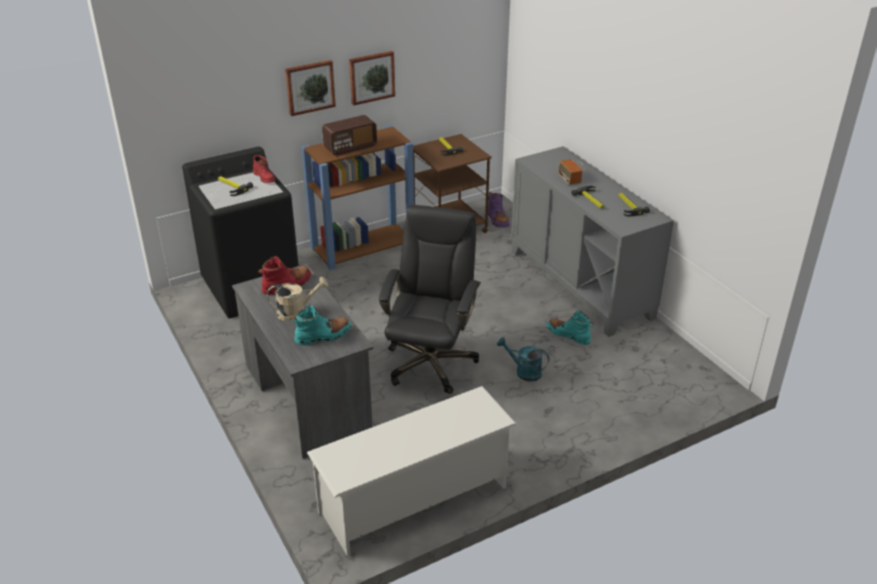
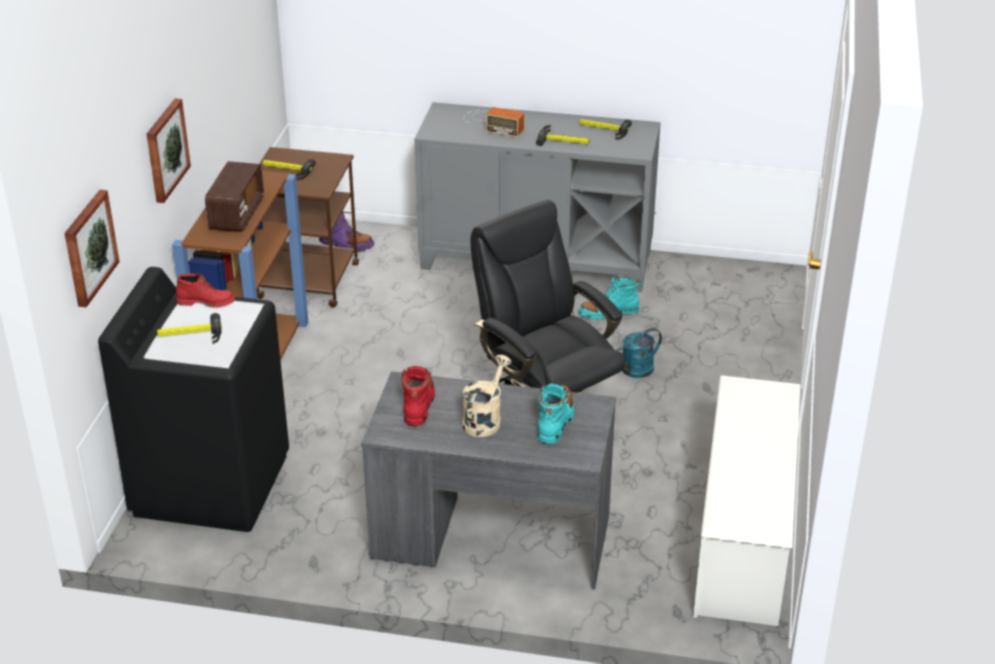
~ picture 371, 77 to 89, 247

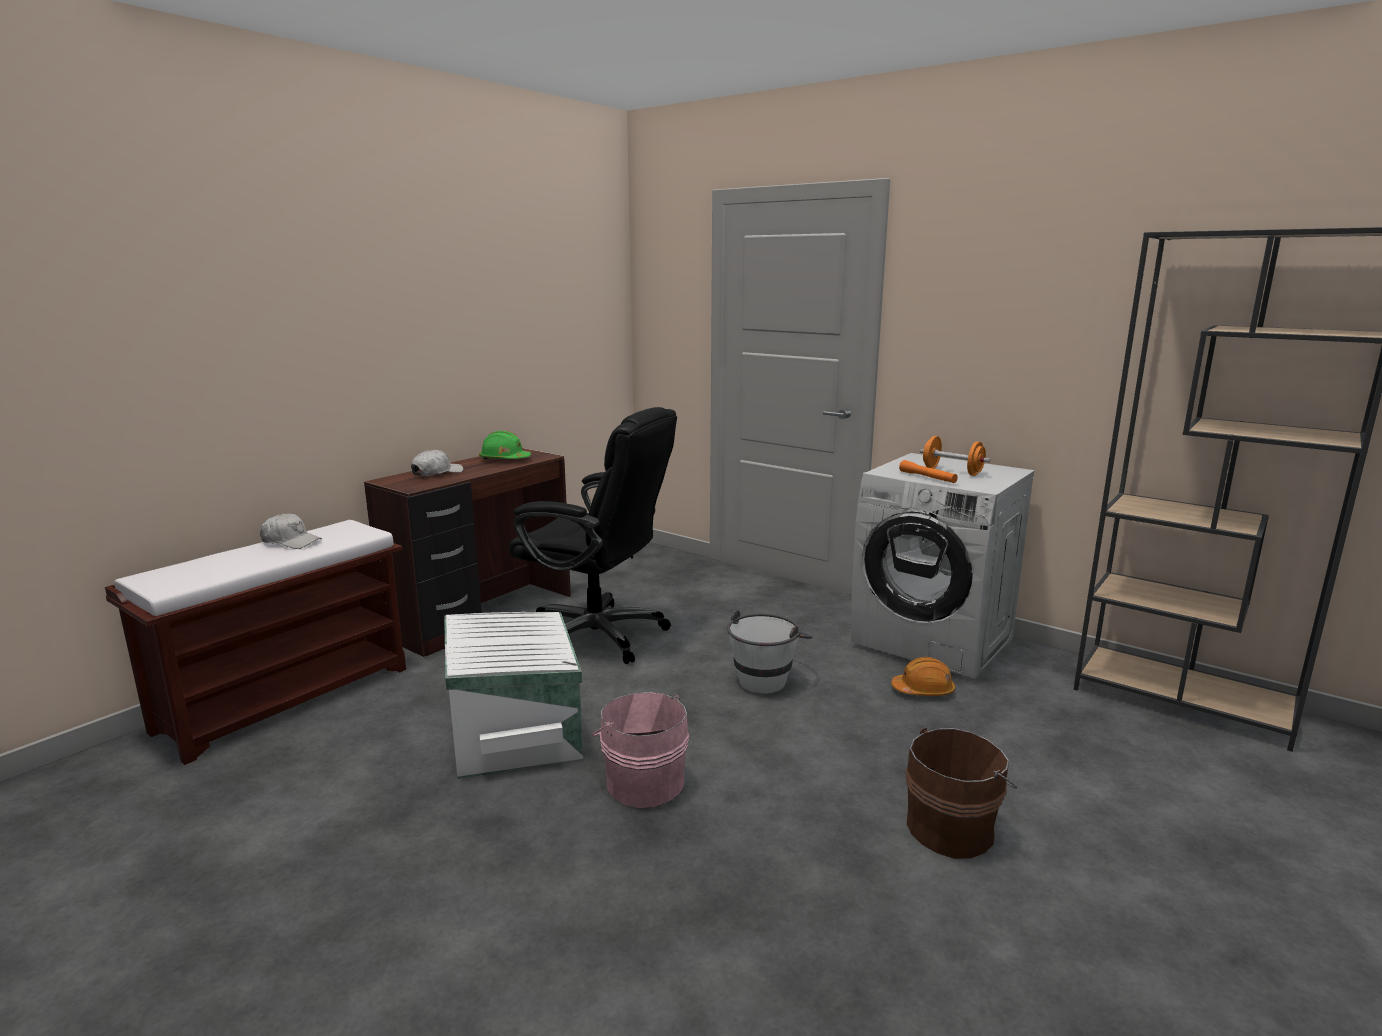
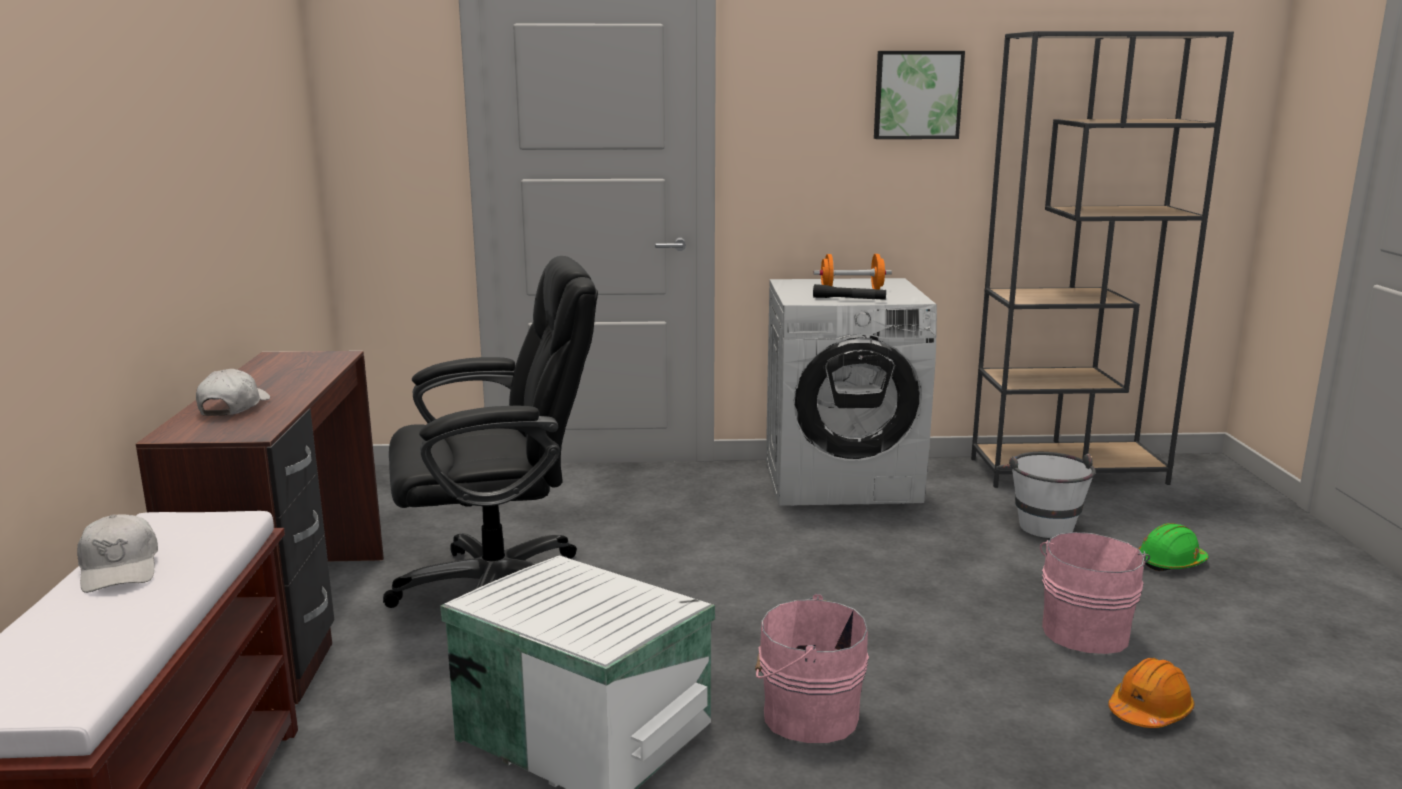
~ cap (white) 291, 541 = 120, 568 90 degrees clockwise
~ hard hat (green) 504, 460 to 1170, 563
~ bucket (white) 766, 677 to 1040, 522
~ hard hat (orange) 923, 690 to 1149, 711
~ flashlight (orange) 927, 477 to flashlight (black) 849, 299
~ bucket (brown) 953, 828 to bucket (pink) 1085, 630
+ picture 917, 95

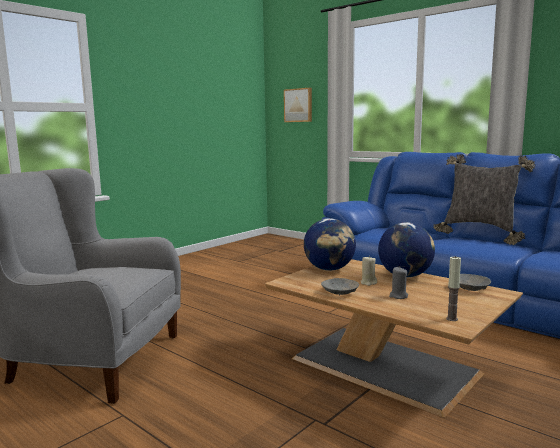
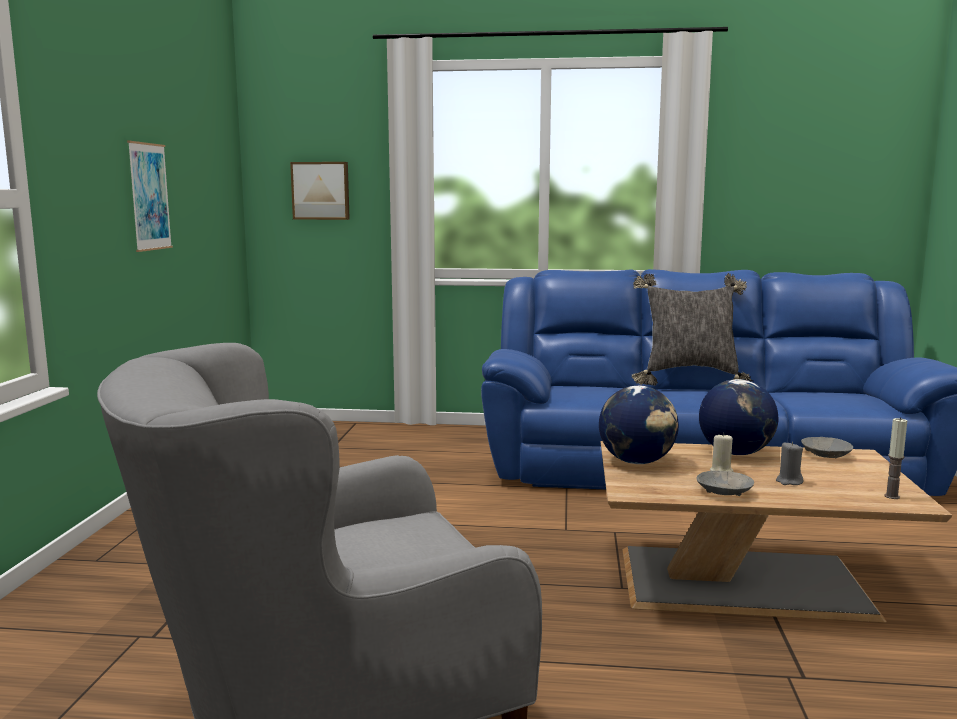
+ picture 149, 196

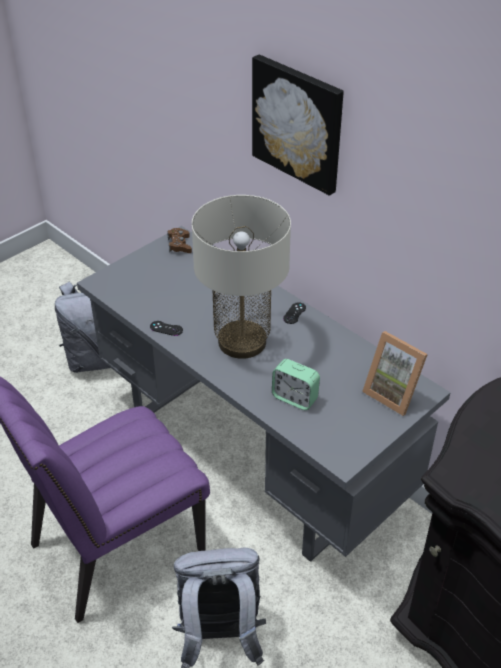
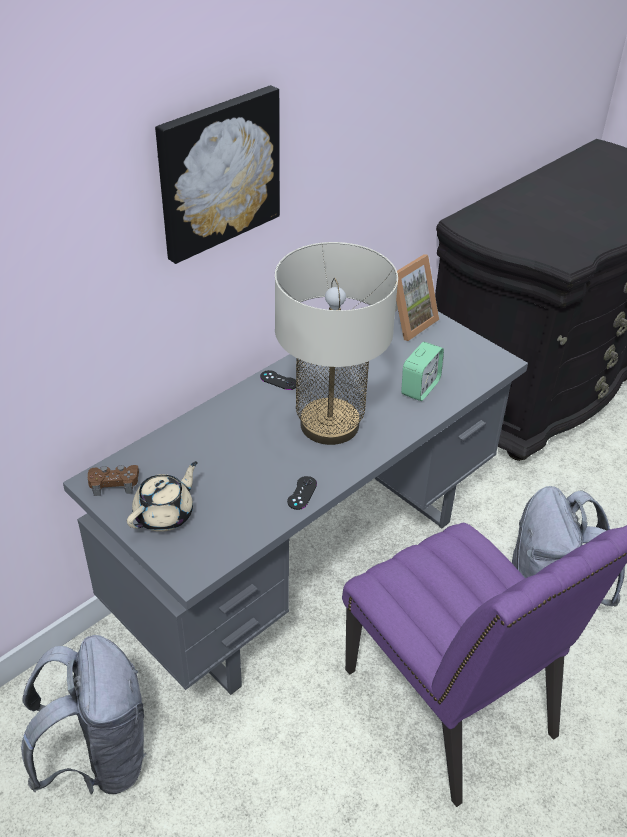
+ teapot (beige) 165, 514

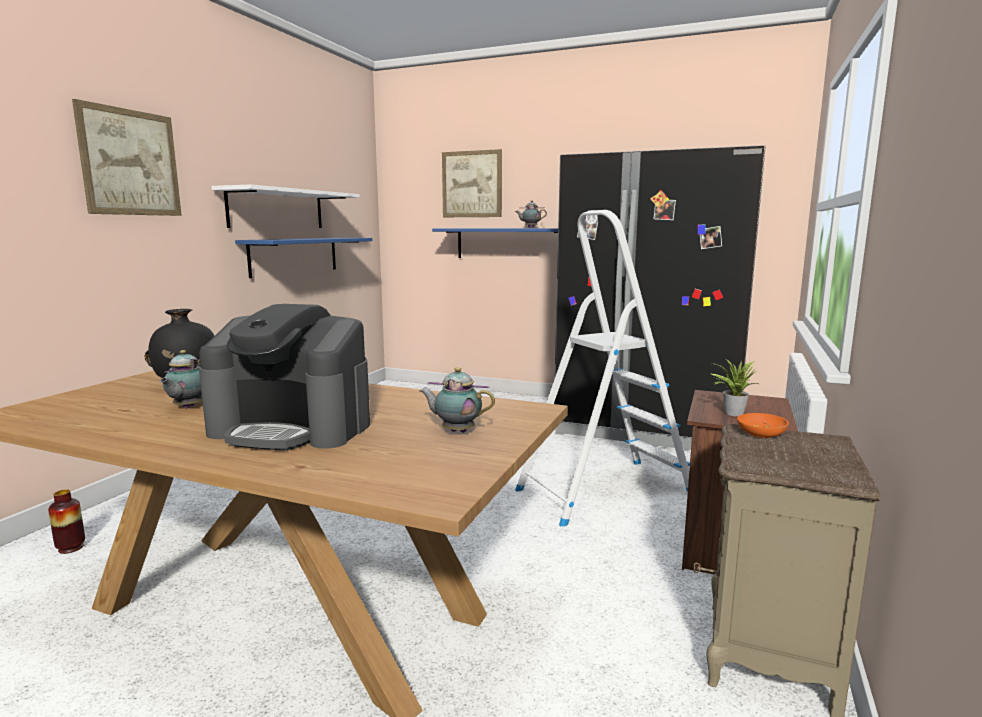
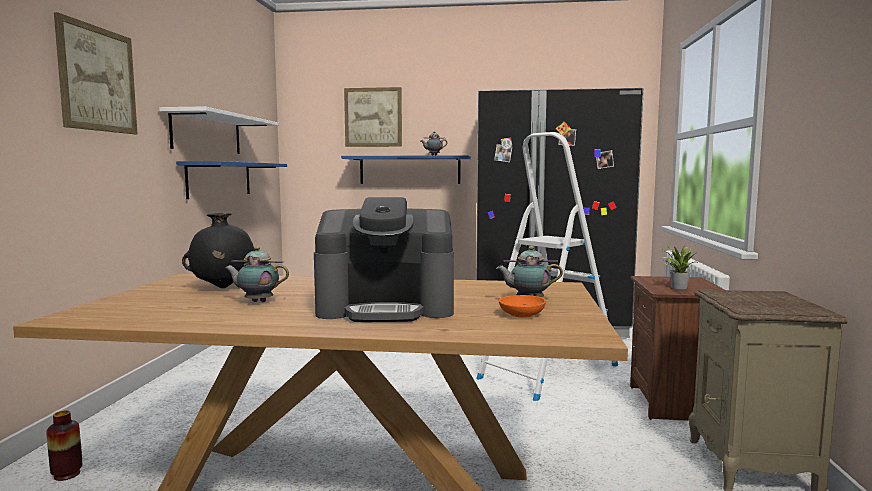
~ teapot 187, 407 = 257, 302 105 degrees clockwise
~ bowl (orange) 761, 434 to 522, 314

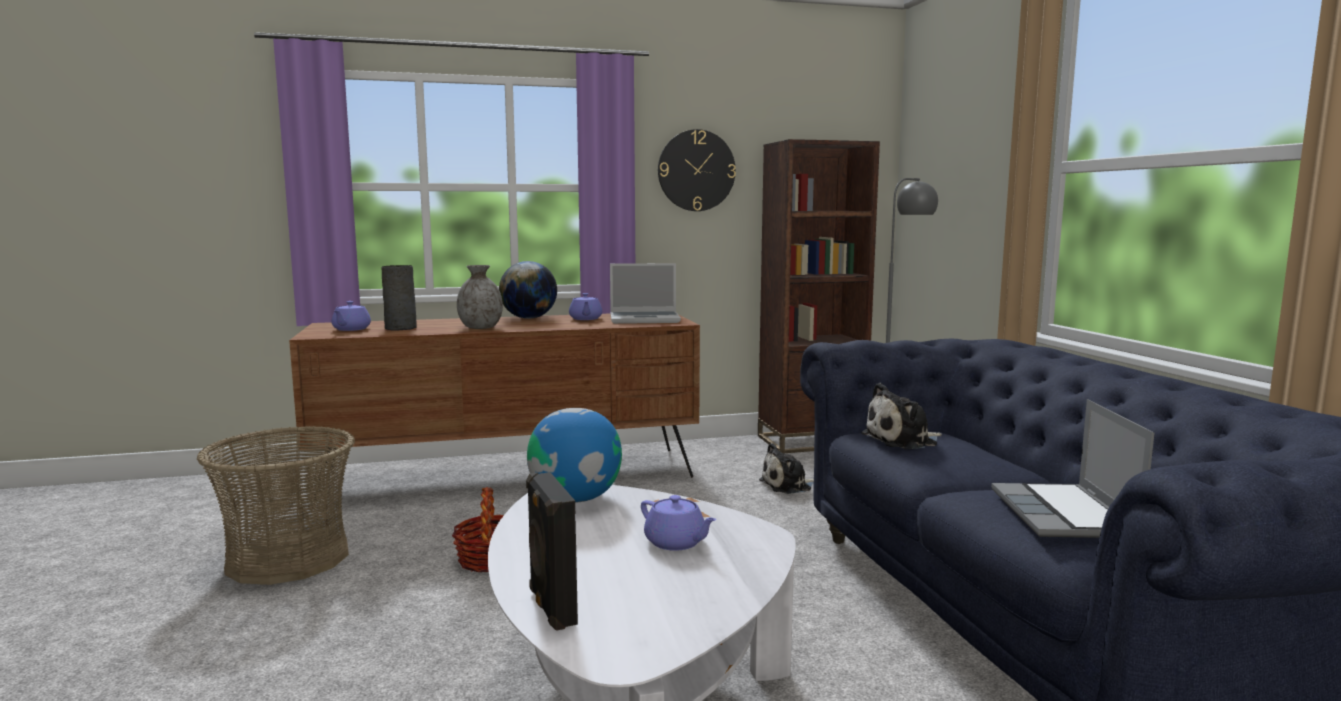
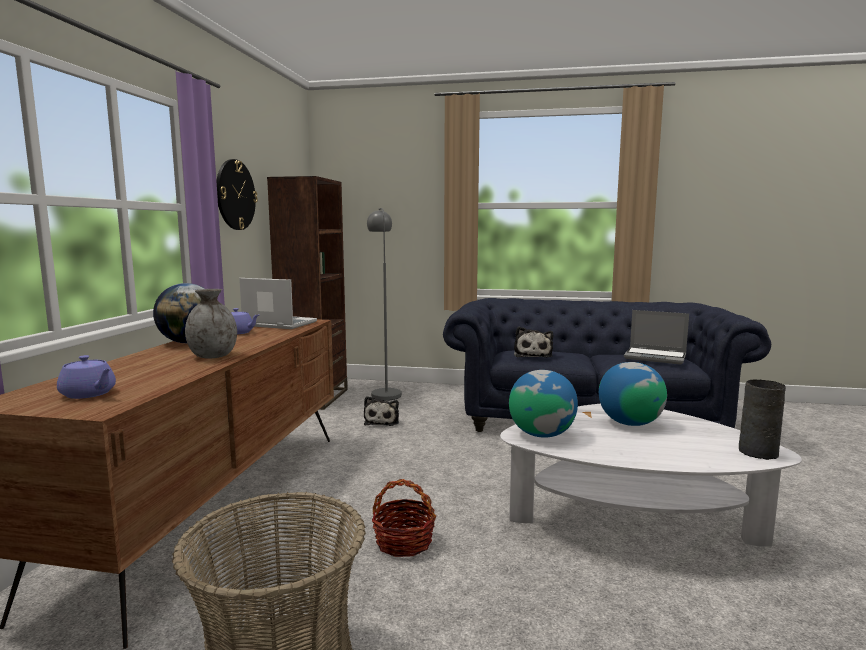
~ vase (grey) 402, 328 to 757, 452
- speaker (black) 550, 607
~ laptop 645, 319 = 278, 324 90 degrees counterclockwise
~ teapot (purple) 676, 543 to globe 630, 423

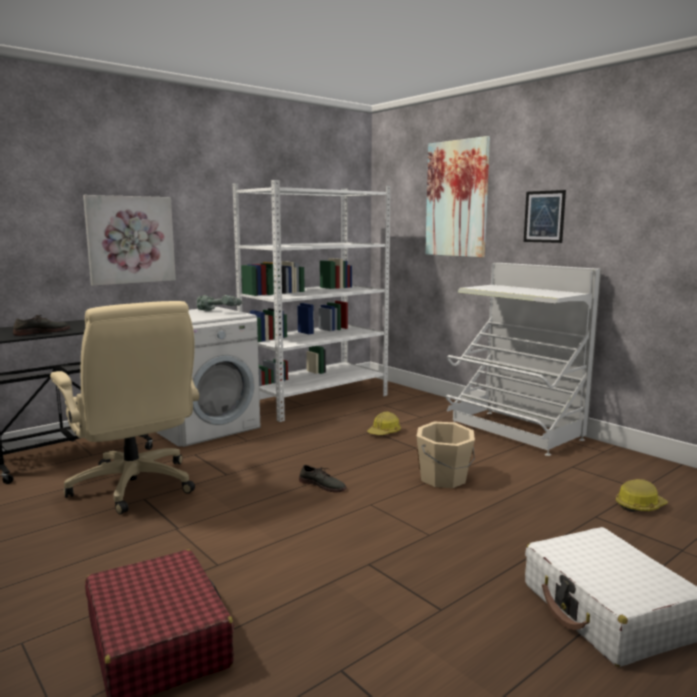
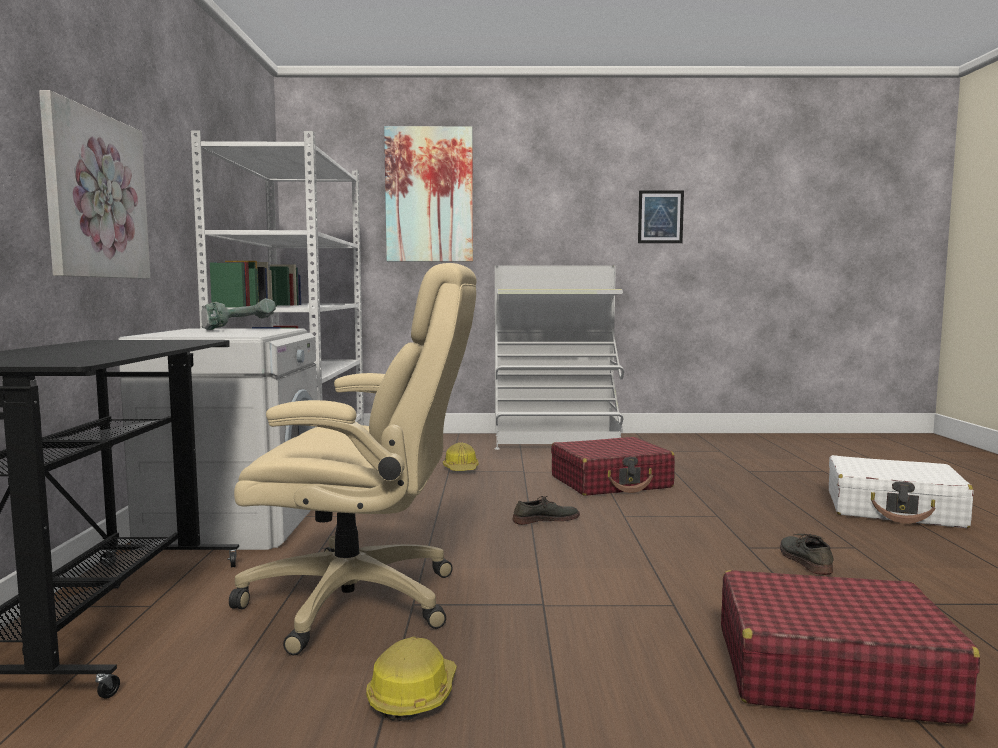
~ shoe (grey) 42, 332 to 803, 559
~ bucket (beige) 444, 478 to suitcase (red) 611, 482
~ picture 544, 216 to 660, 217
~ hard hat 640, 506 to 413, 695

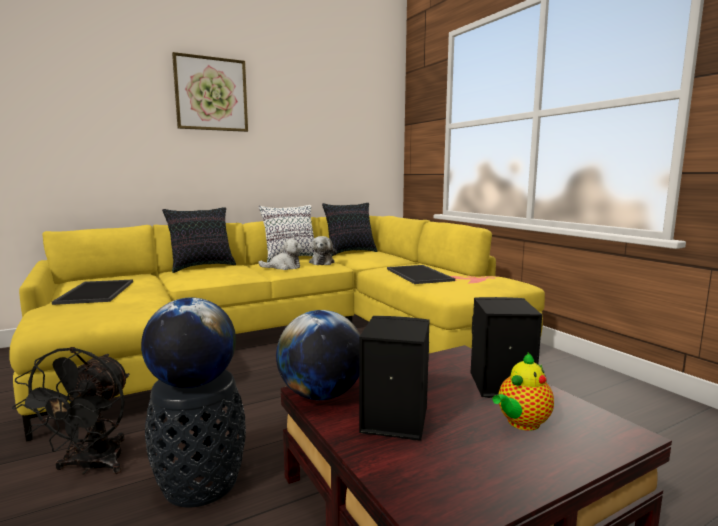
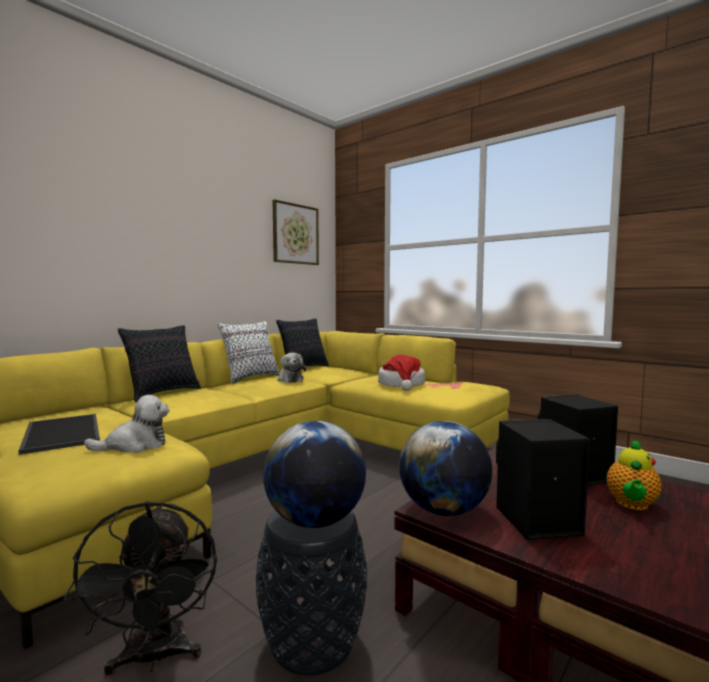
~ picture 211, 94 to 295, 234
~ plush toy 284, 267 to 135, 445
~ tray 420, 275 to hat 402, 384

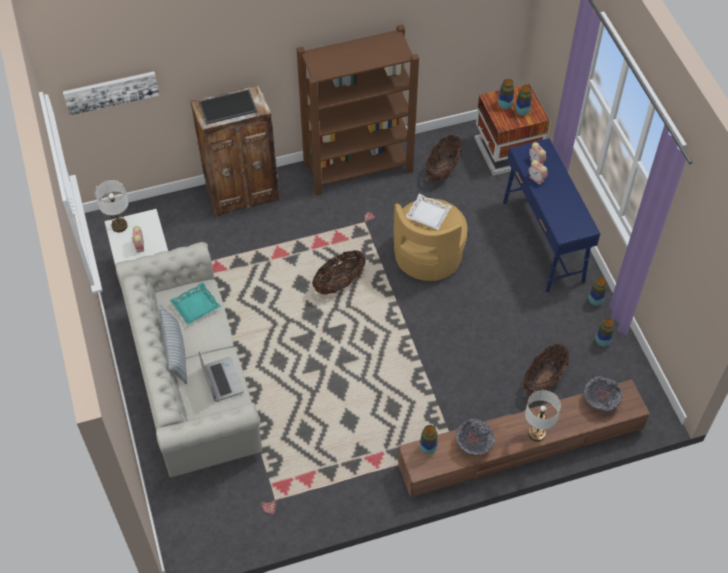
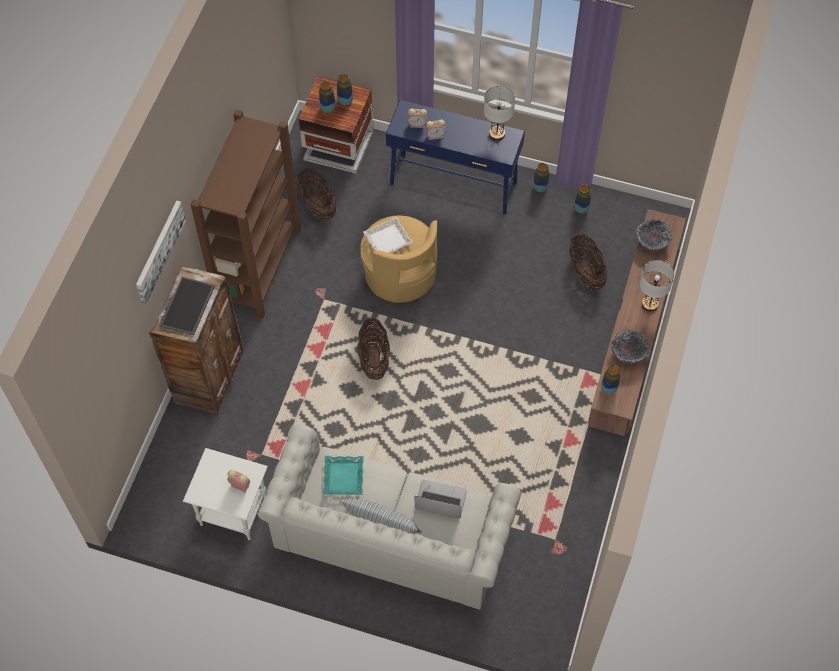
~ picture 111, 91 to 159, 251
~ table lamp 119, 226 to 497, 134

